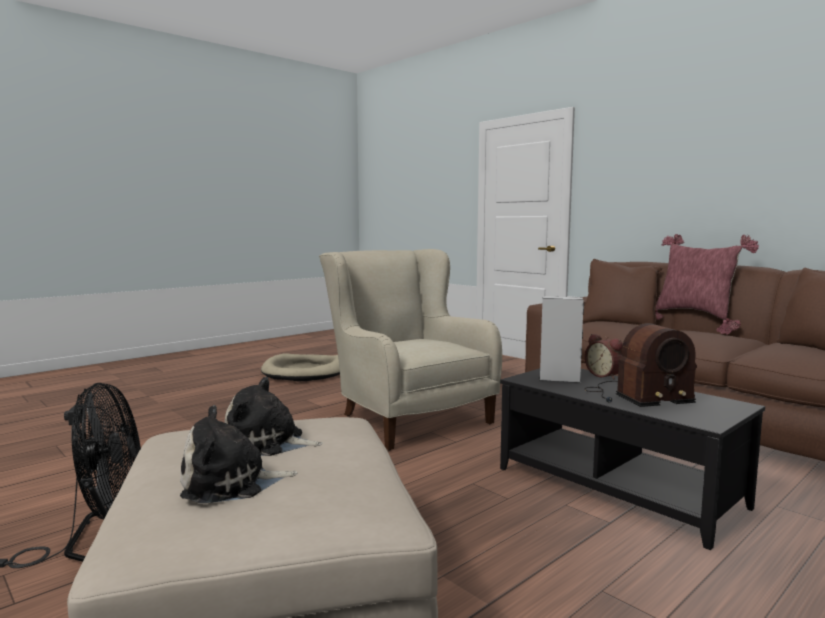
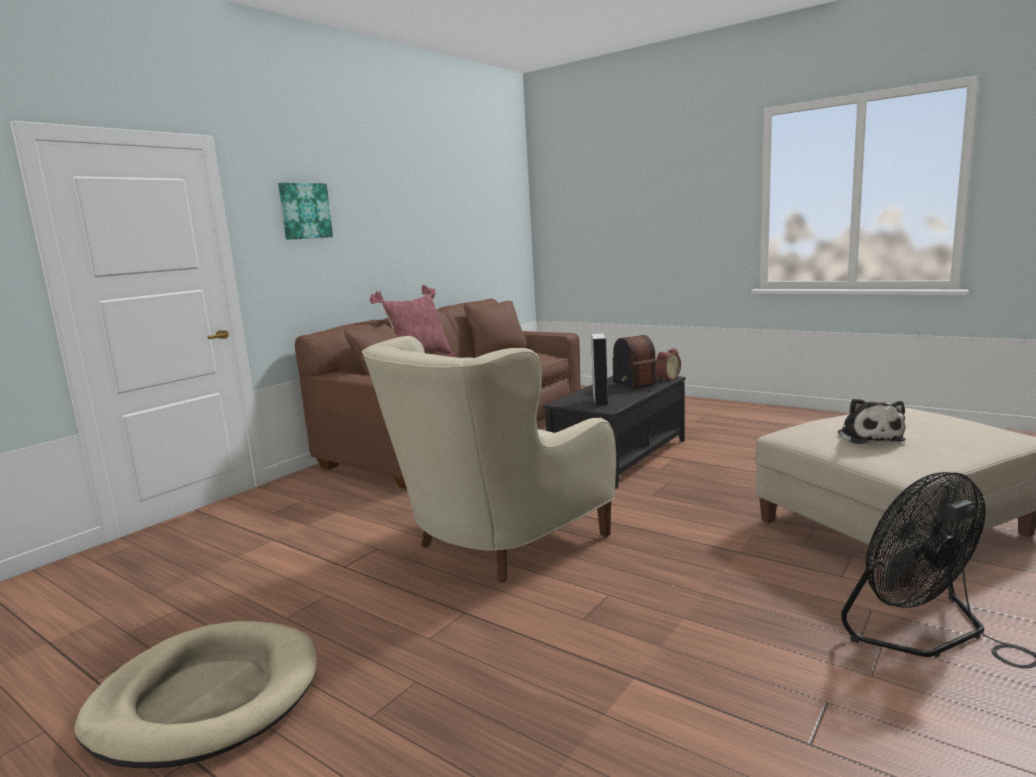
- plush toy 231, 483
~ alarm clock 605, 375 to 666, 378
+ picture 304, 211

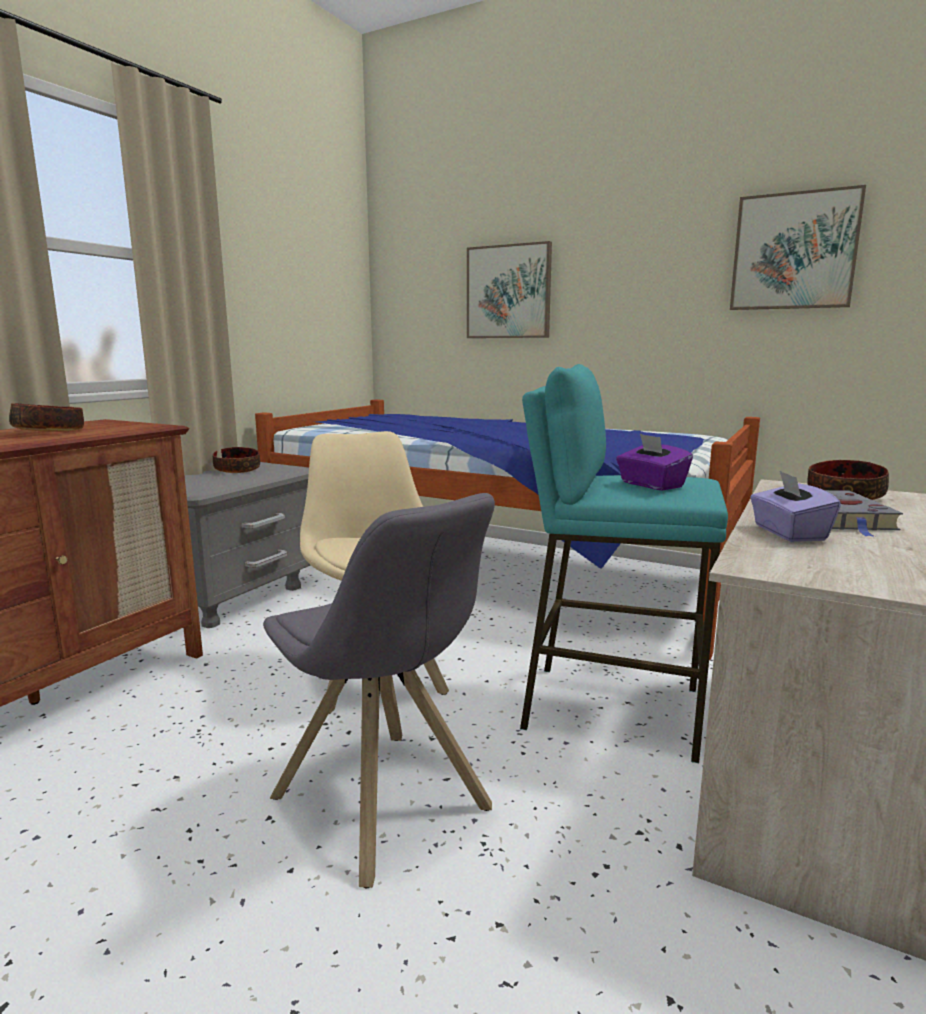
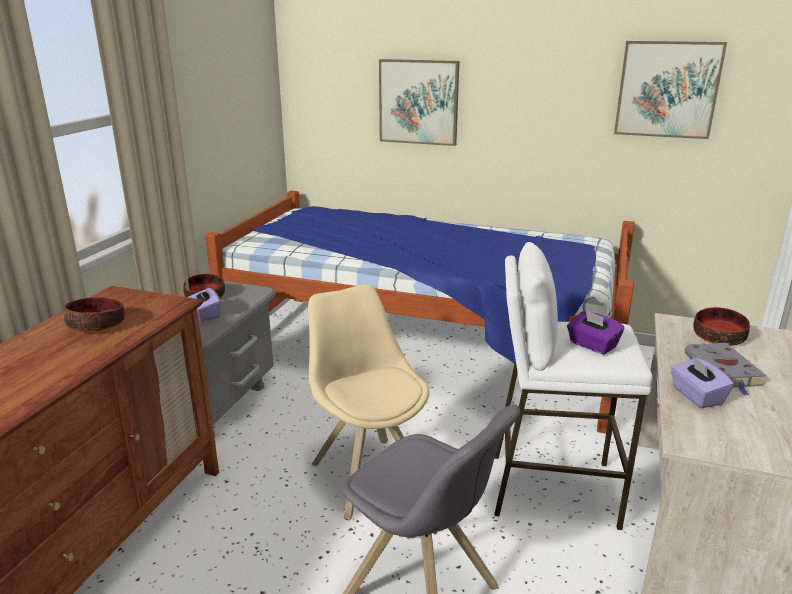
~ stool (turquoise) 611, 708 to stool (white) 552, 488
+ tissue box (purple) 205, 314

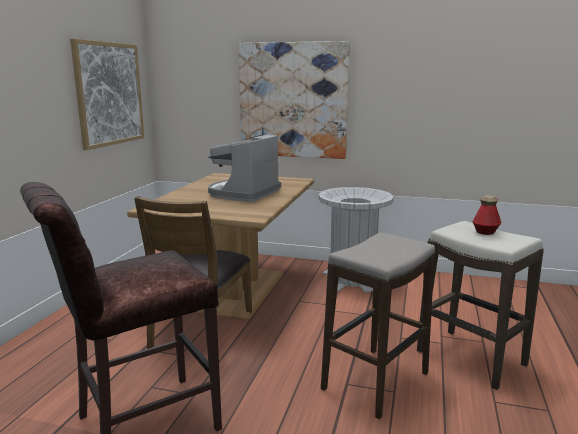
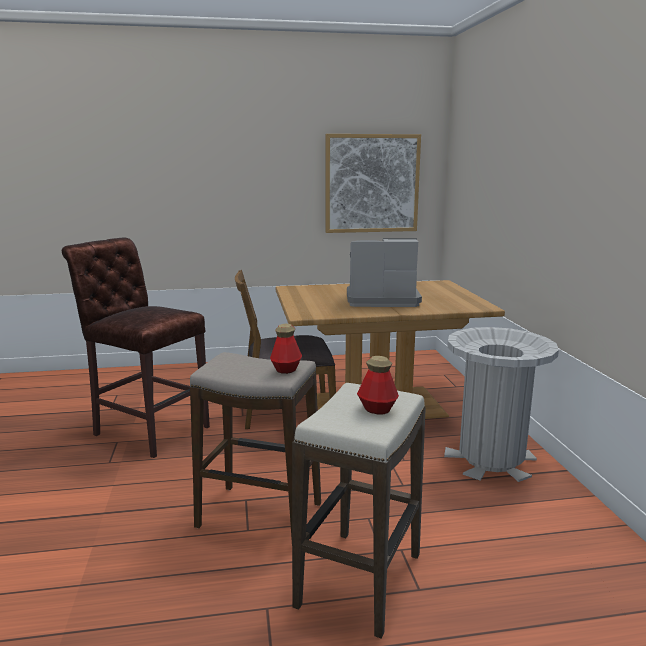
- picture 293, 100
+ bottle 286, 369

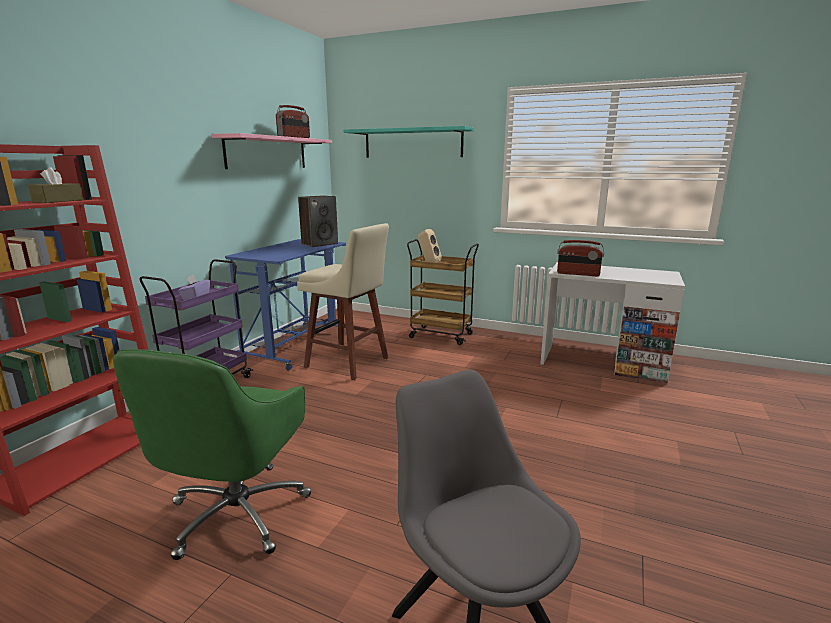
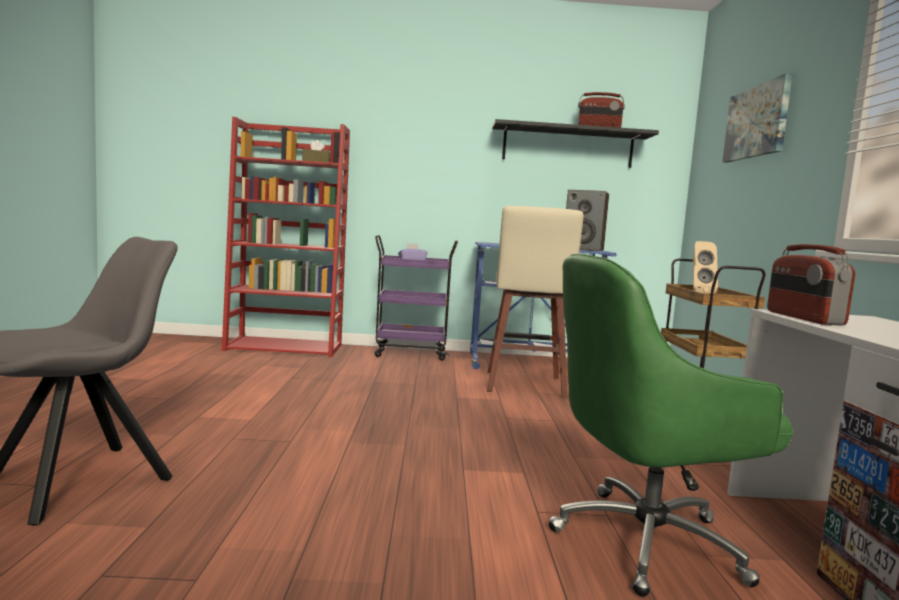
~ office chair (green) 236, 514 to 645, 540
~ shelf (pink) 267, 153 to shelf (black) 568, 147
~ shelf (turquoise) 412, 143 to picture 757, 122

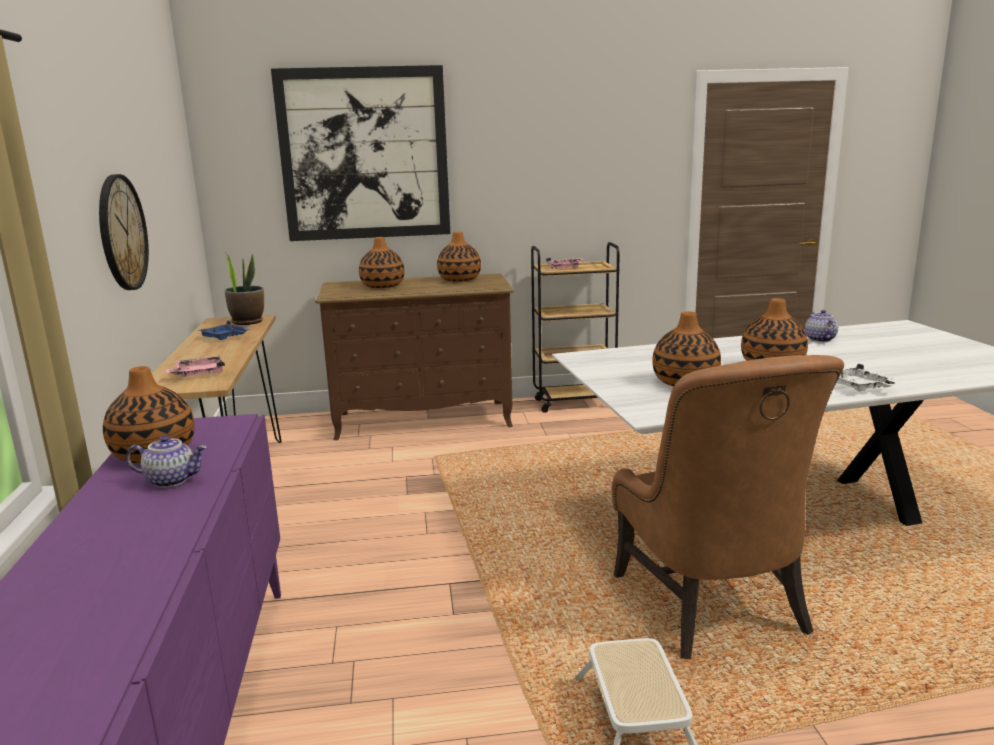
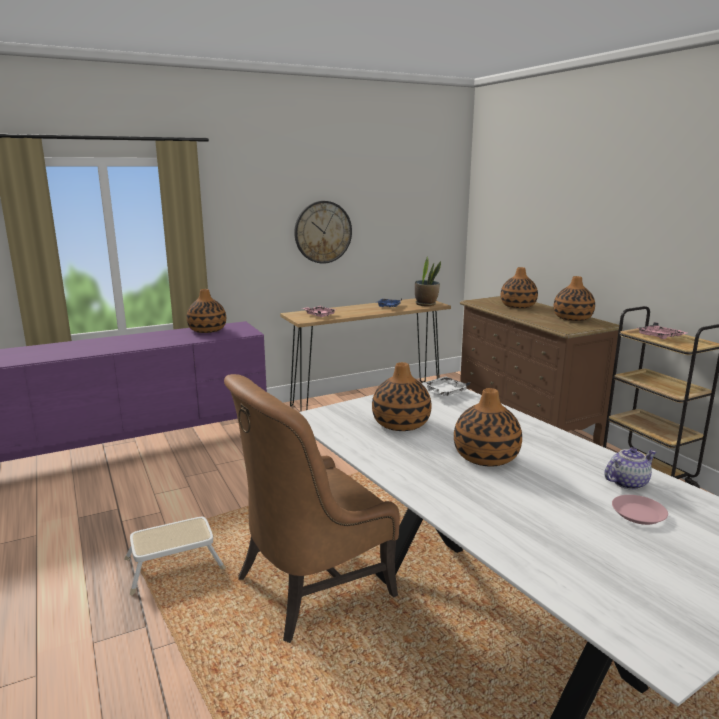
- teapot 172, 480
- picture 364, 154
~ tray (white) 859, 387 to 444, 392
+ plate (pink) 638, 514

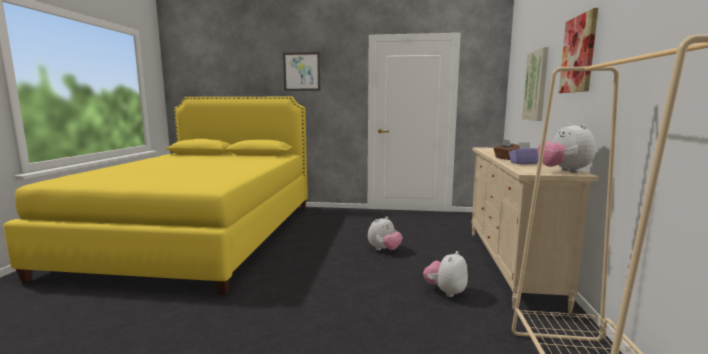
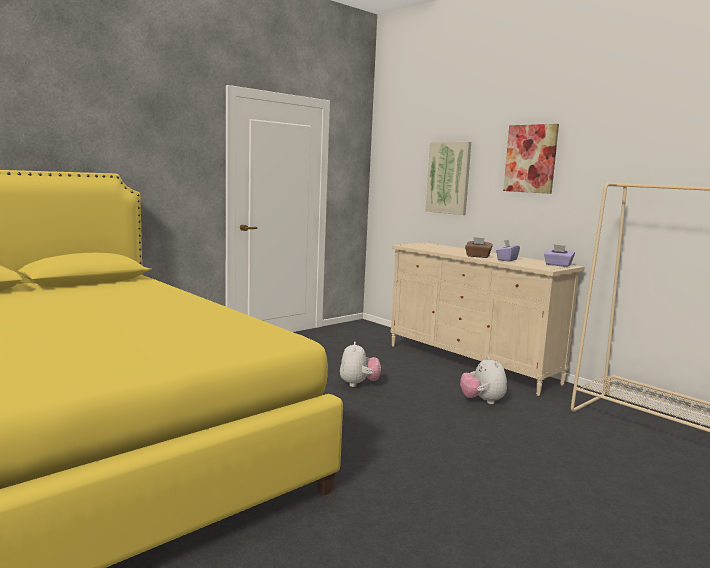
- picture 301, 71
~ plush toy 563, 171 to tissue box (purple) 558, 265

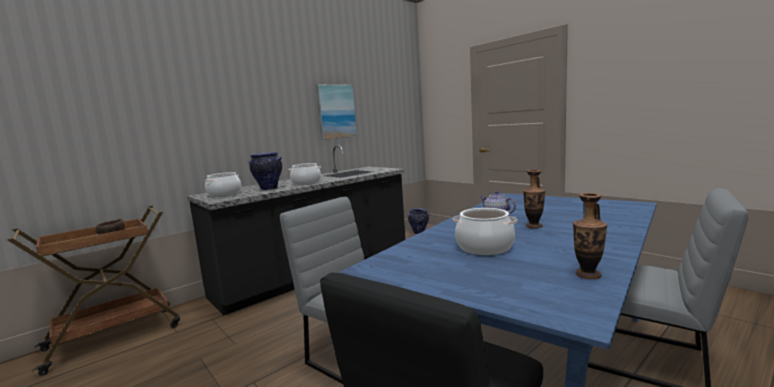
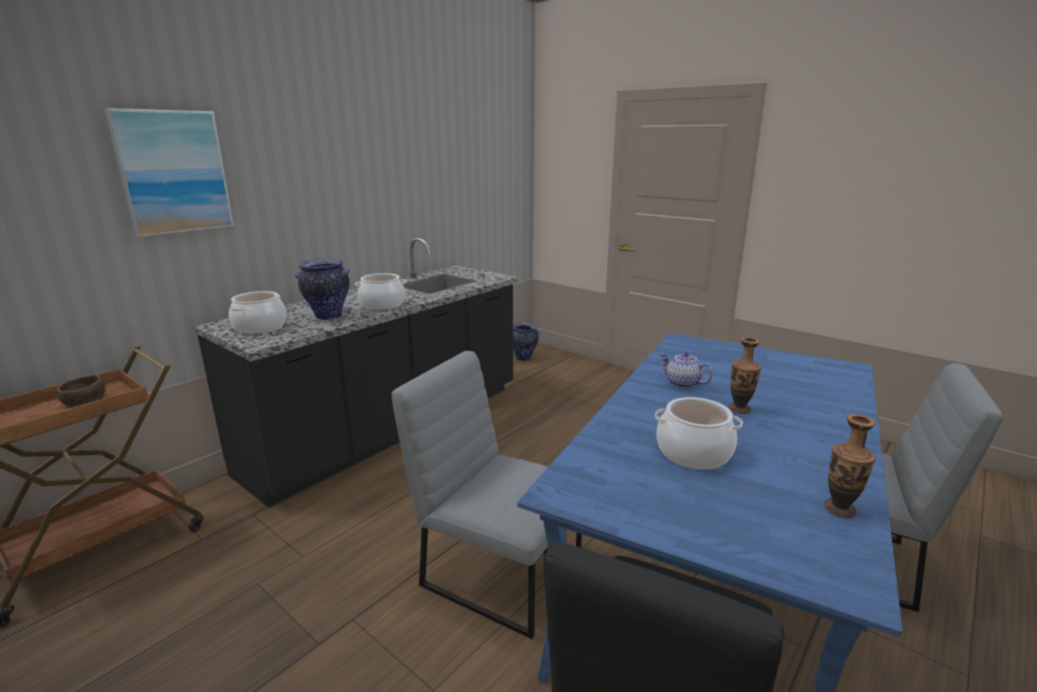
~ picture 336, 111 to 173, 172

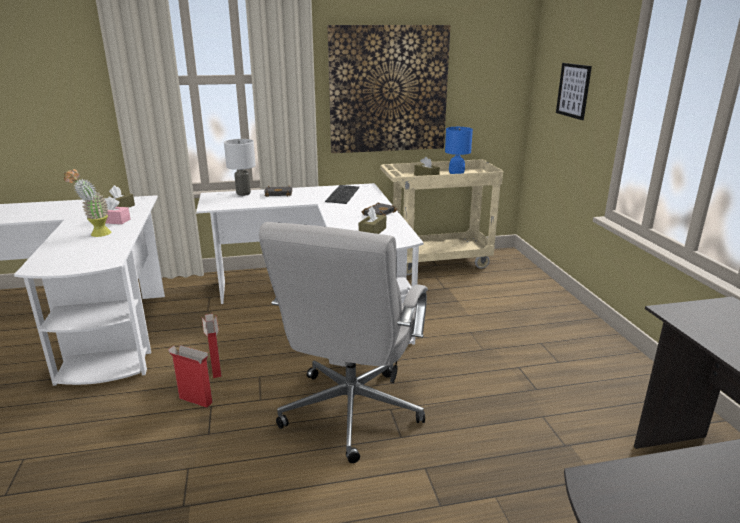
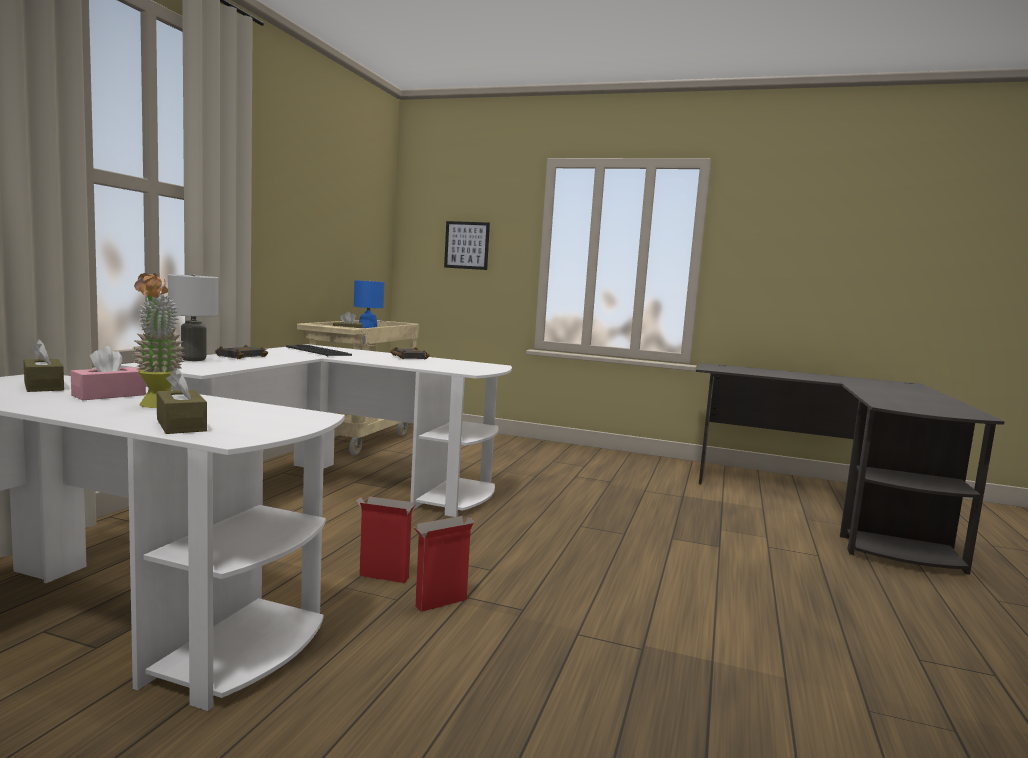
- office chair (grey) 352, 409
- picture 388, 90
~ tissue box (brown) 372, 231 to 181, 425

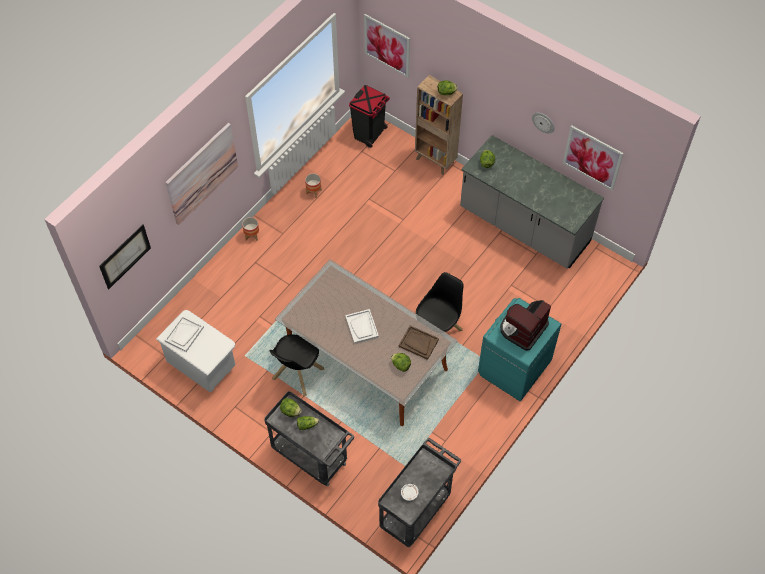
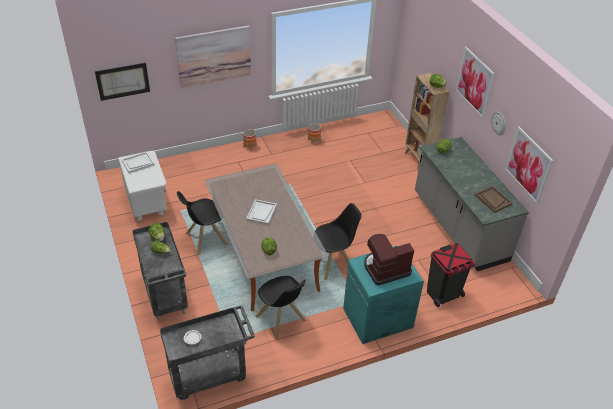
~ trash can (black) 369, 134 to 443, 294
~ picture 387, 45 to 474, 82
~ tray (brown) 418, 343 to 493, 200
+ chair (black) 281, 319

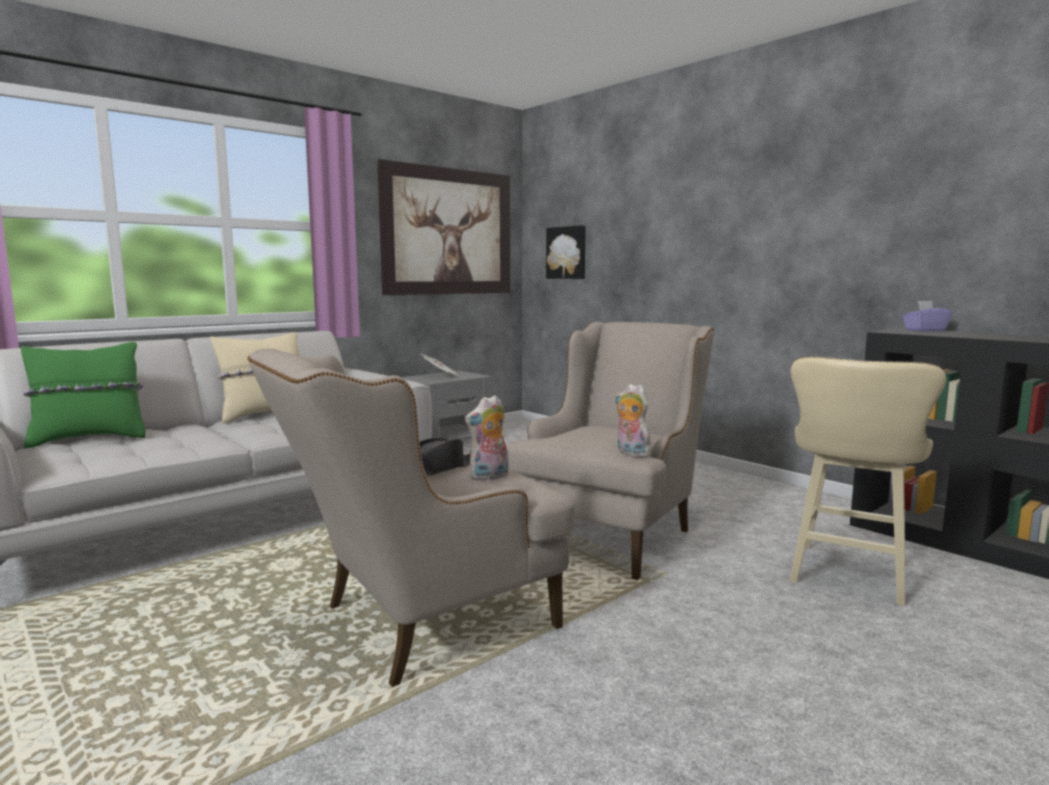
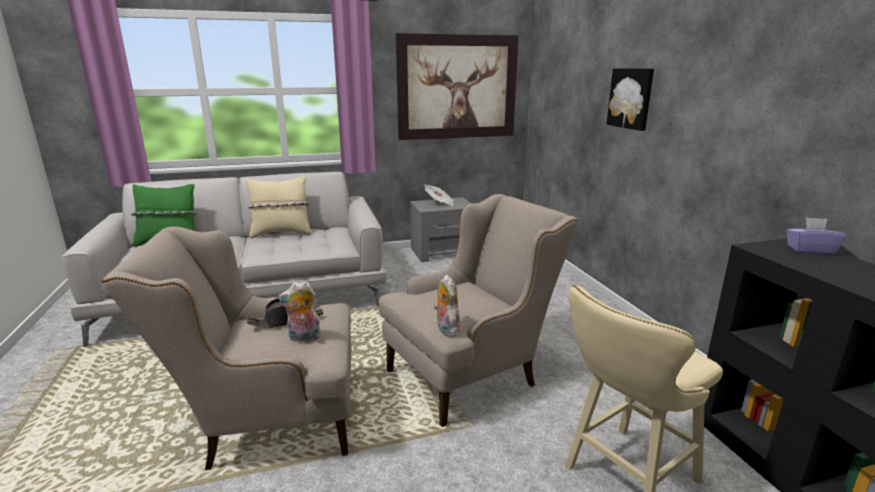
~ picture 567, 253 to 631, 98

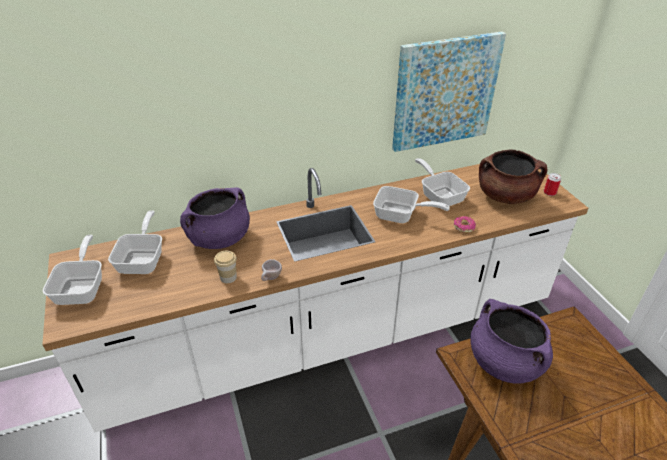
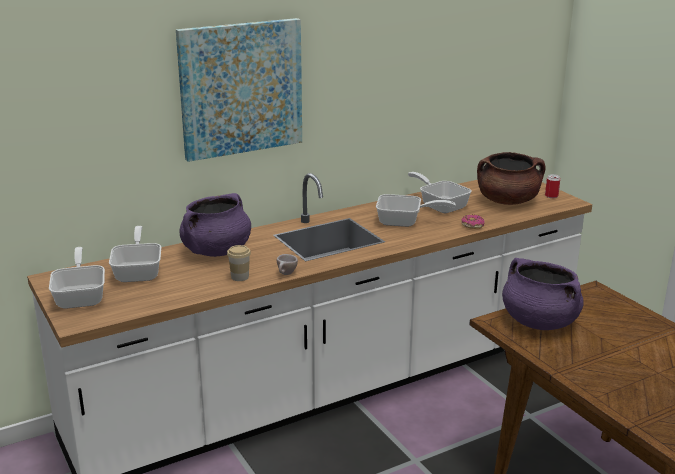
~ picture 445, 92 to 241, 88

